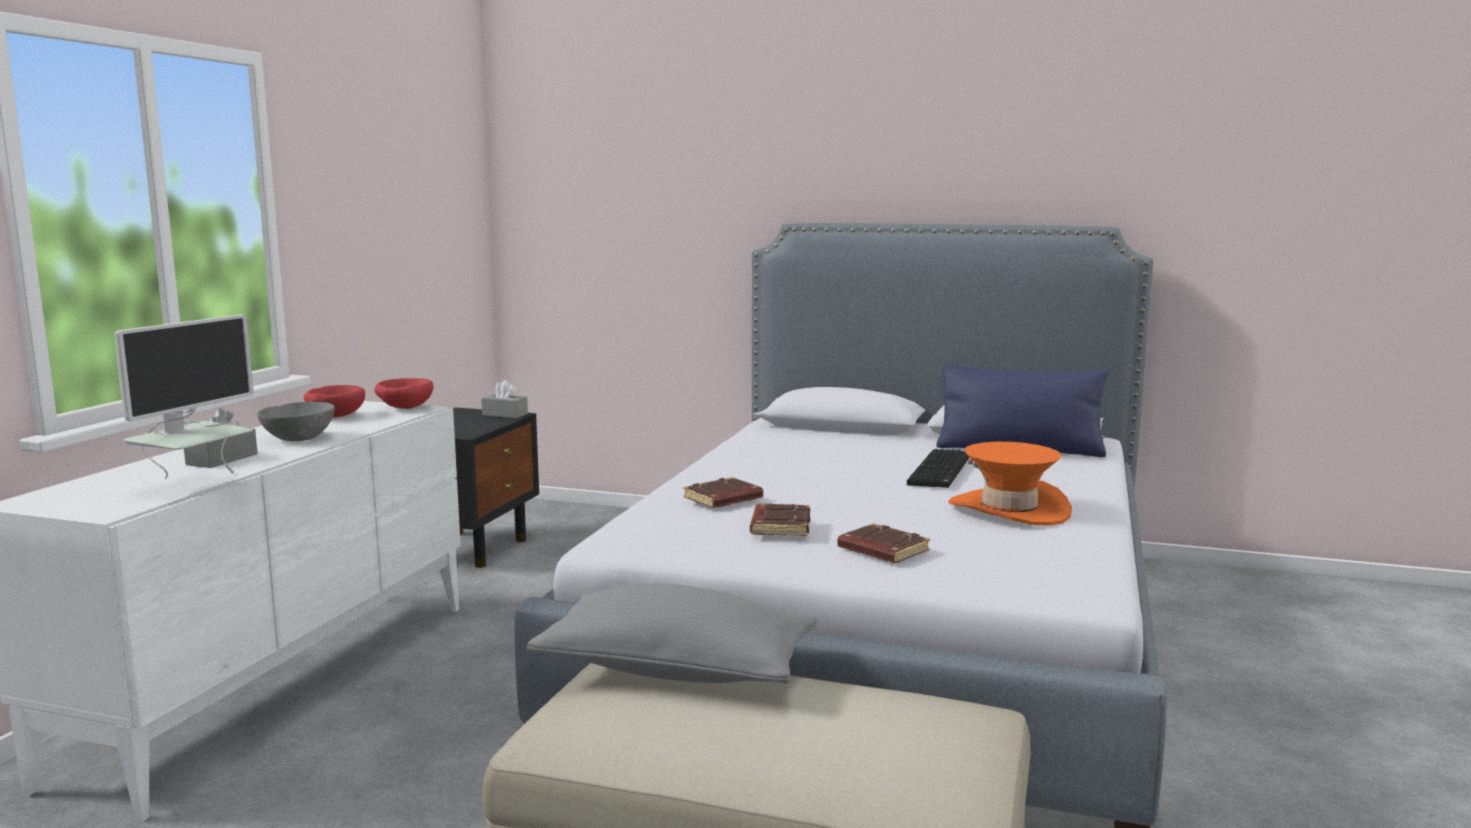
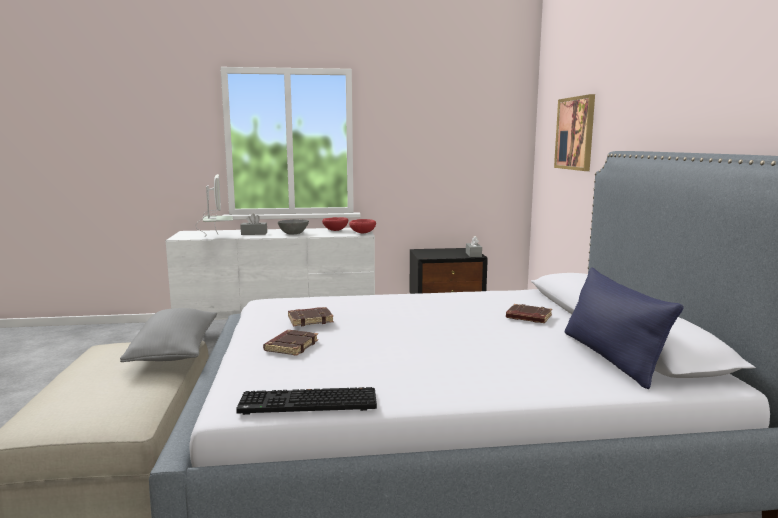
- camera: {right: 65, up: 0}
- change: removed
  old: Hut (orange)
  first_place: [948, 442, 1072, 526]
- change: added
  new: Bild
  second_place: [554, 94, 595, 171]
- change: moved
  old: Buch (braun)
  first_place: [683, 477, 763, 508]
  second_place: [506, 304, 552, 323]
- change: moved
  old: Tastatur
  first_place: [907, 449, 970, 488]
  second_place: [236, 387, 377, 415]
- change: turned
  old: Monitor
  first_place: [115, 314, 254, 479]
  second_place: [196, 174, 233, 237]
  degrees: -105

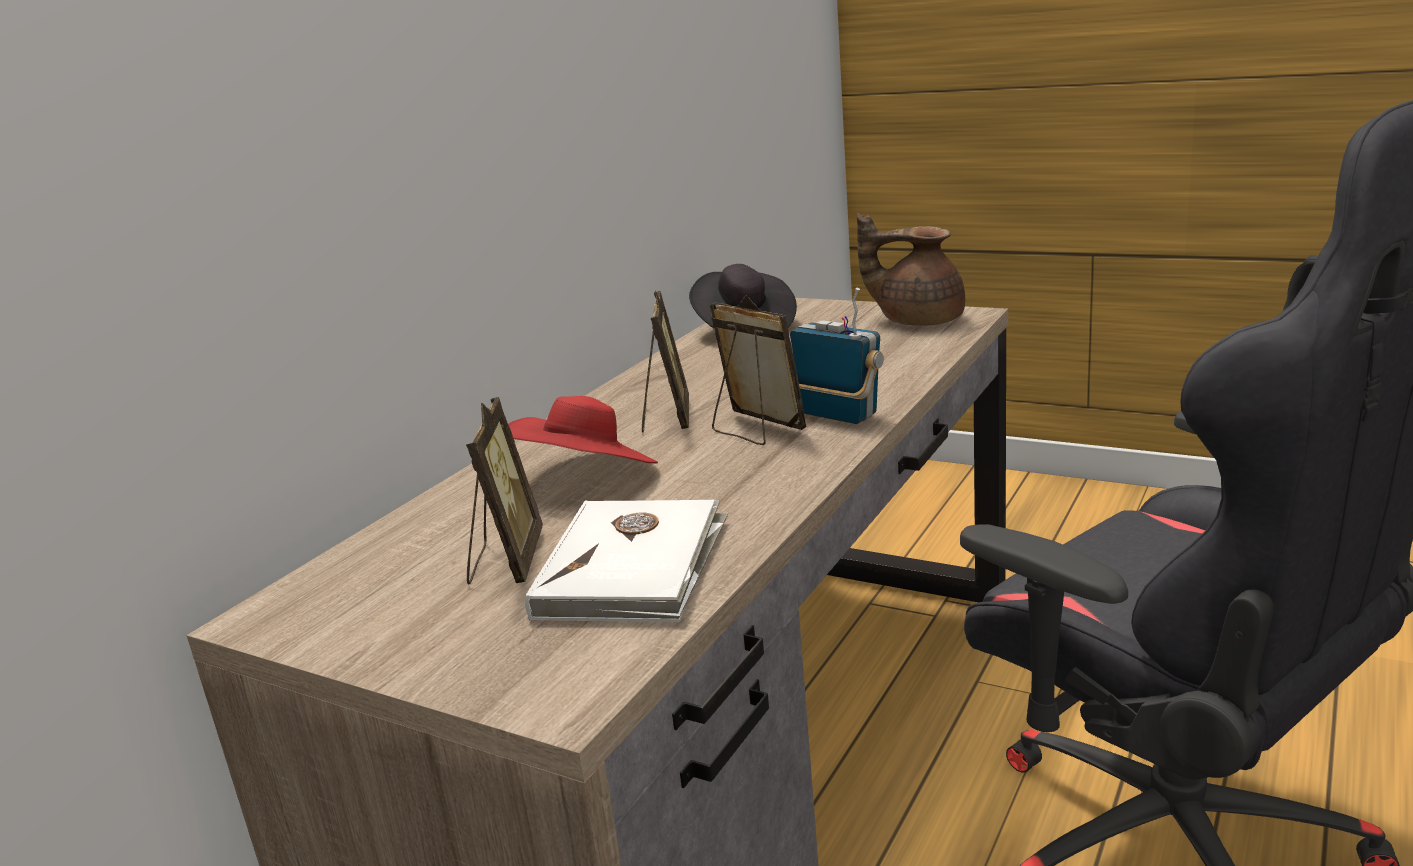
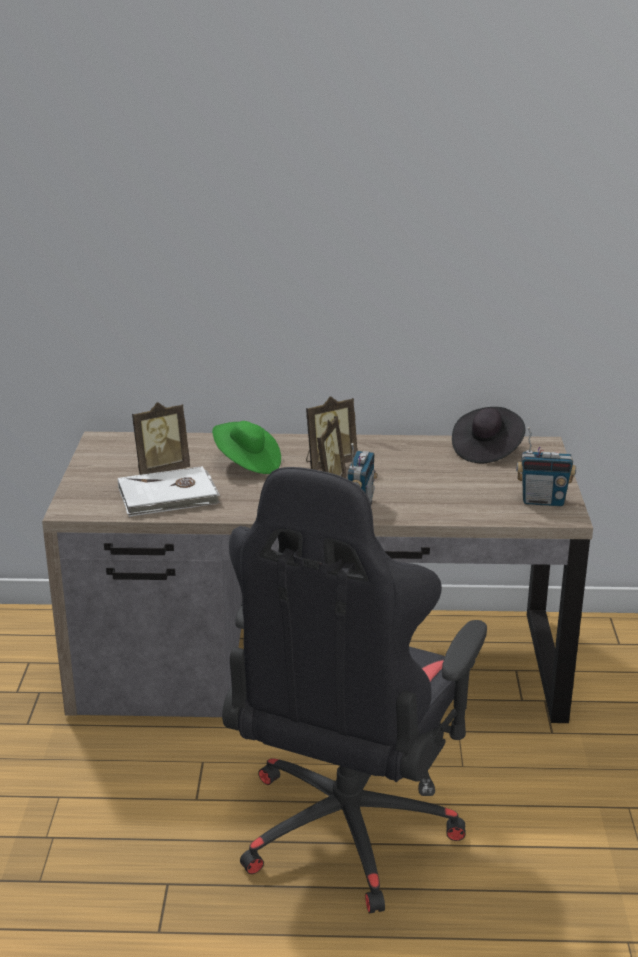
- camera: {right: 60, up: 5}
- change: replaced
  old: Teekanne (braun)
  new: Radio
  first_place: [857, 214, 965, 326]
  second_place: [516, 427, 576, 506]
- change: recoloured
  old: Hut (rot)
  new: Hut (grün)
  first_place: [508, 396, 658, 464]
  second_place: [212, 421, 281, 474]

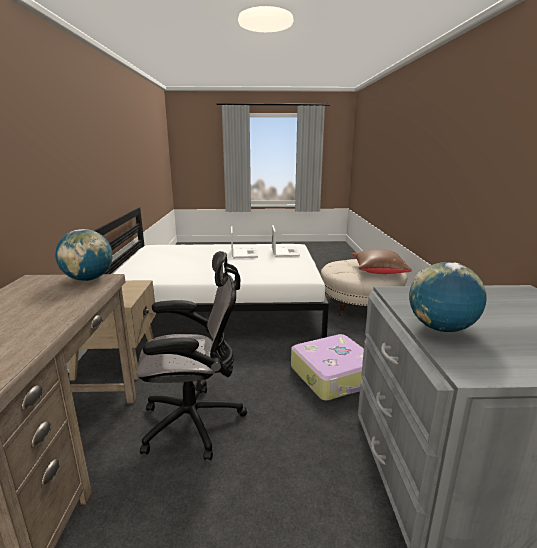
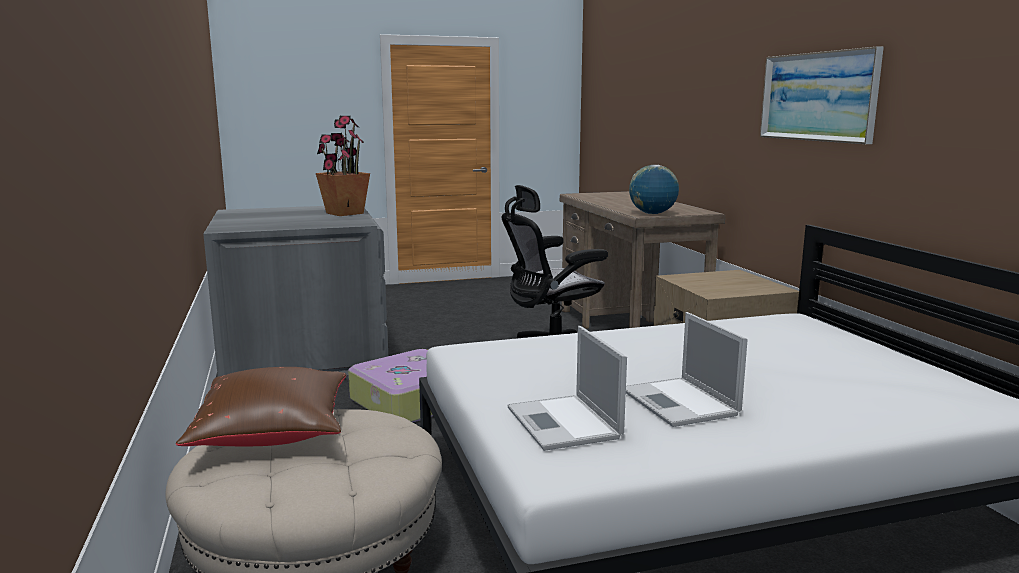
- camera: {right: 165, up: -5}
- change: added
  new: Bild
  second_place: [760, 46, 884, 144]
- change: replaced
  old: Globus
  new: Topfpflanze
  first_place: [409, 262, 487, 332]
  second_place: [316, 116, 370, 216]

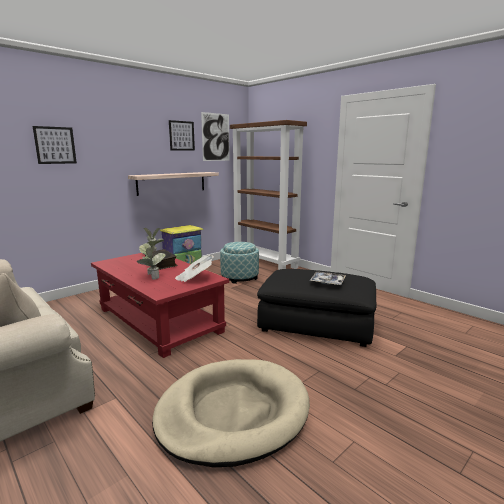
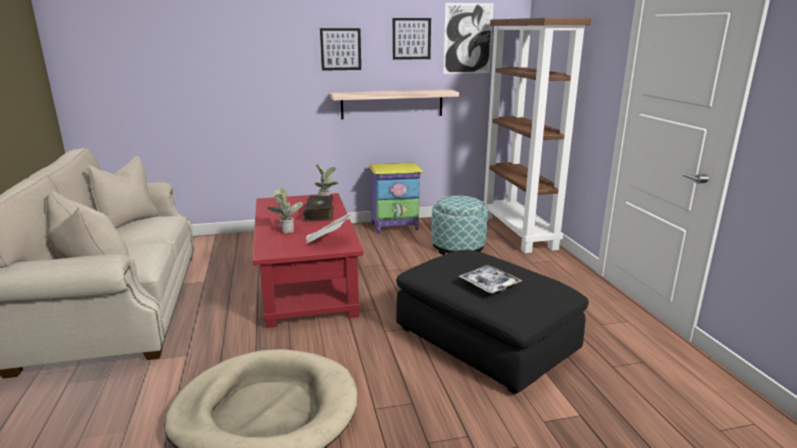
- camera: {right: 30, up: 5}
- change: moved
  old: Bild
  first_place: [33, 126, 77, 164]
  second_place: [320, 28, 361, 71]

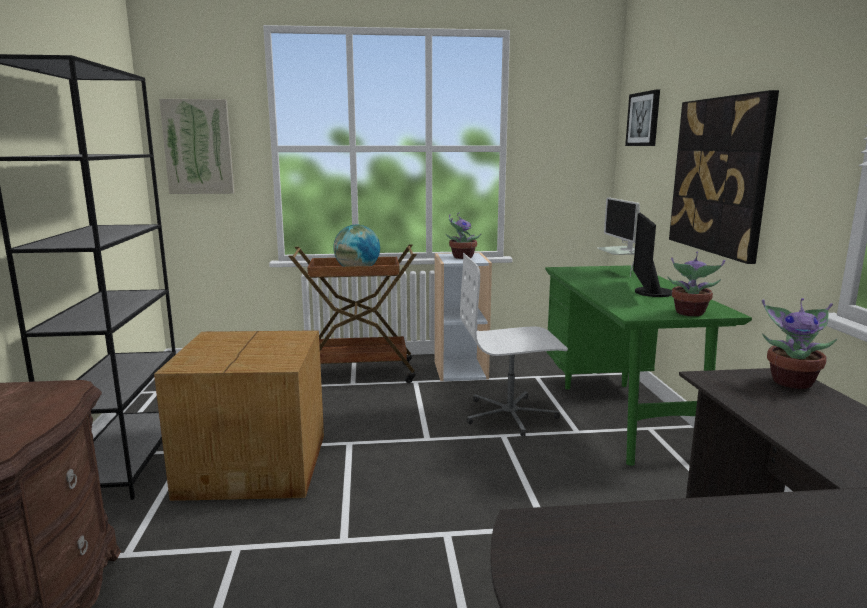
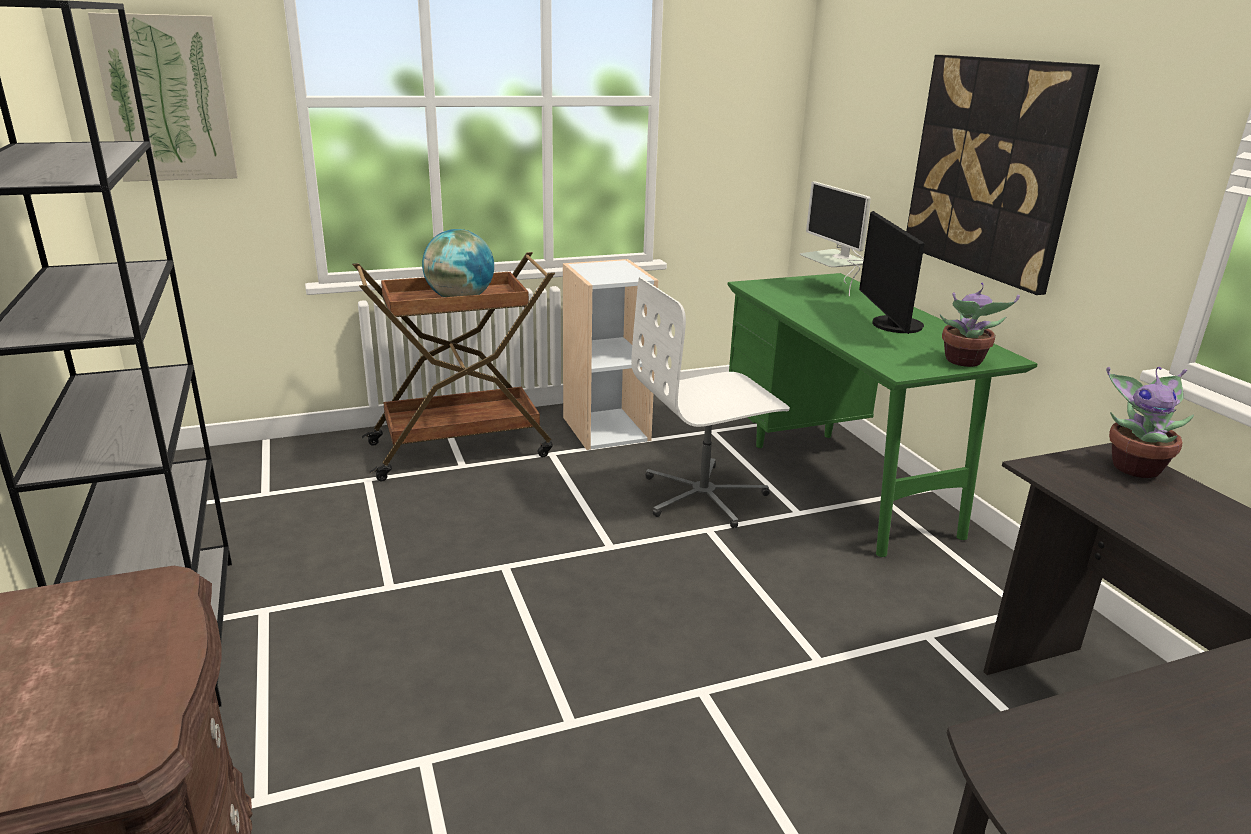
- camera: {right: -15, up: 10}
- change: removed
  old: Karton
  first_place: [154, 330, 324, 501]
- change: removed
  old: Topfpflanze
  first_place: [445, 213, 482, 259]
- change: removed
  old: Bild
  first_place: [625, 90, 660, 146]

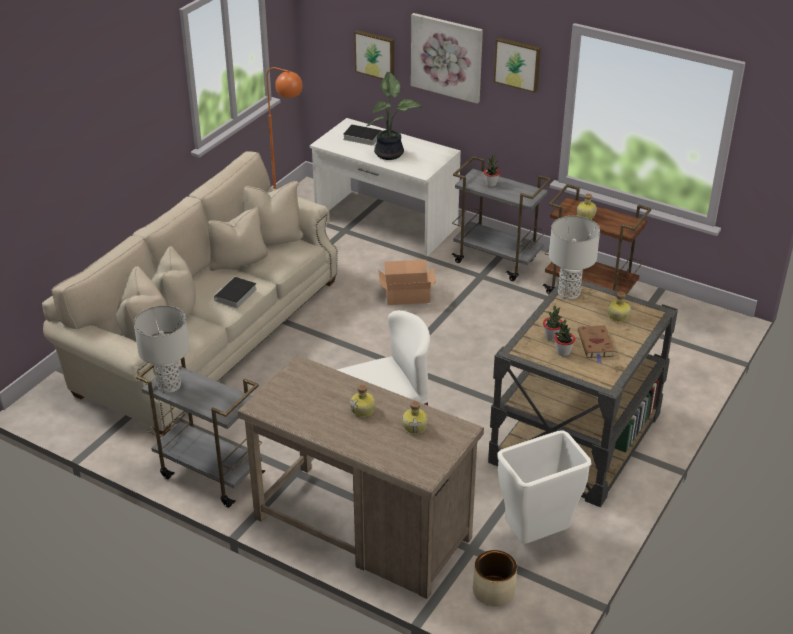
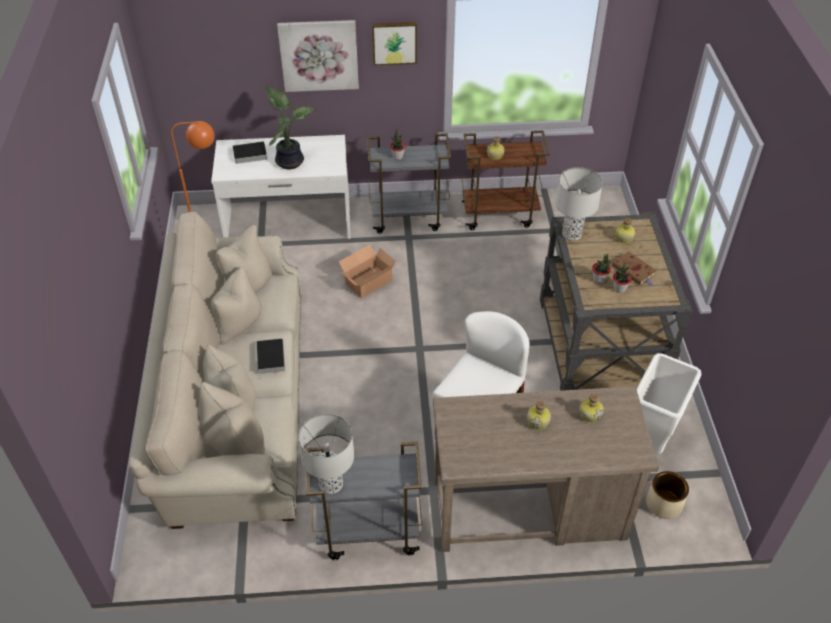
- camera: {right: -35, up: 10}
- change: removed
  old: Bild
  first_place: [354, 30, 394, 79]

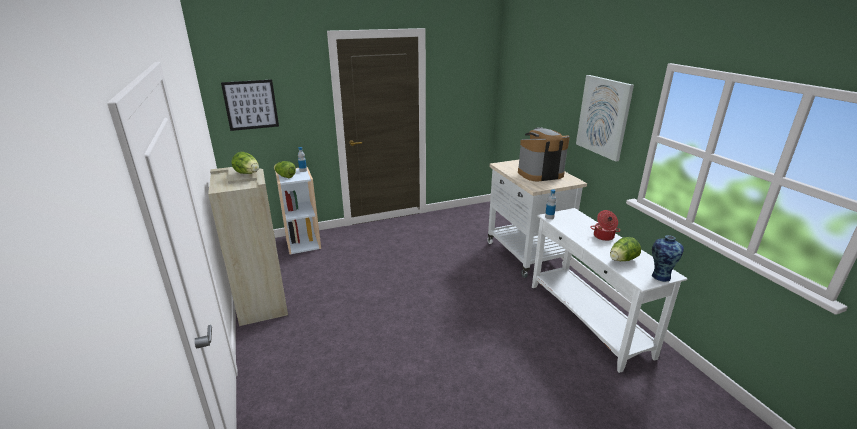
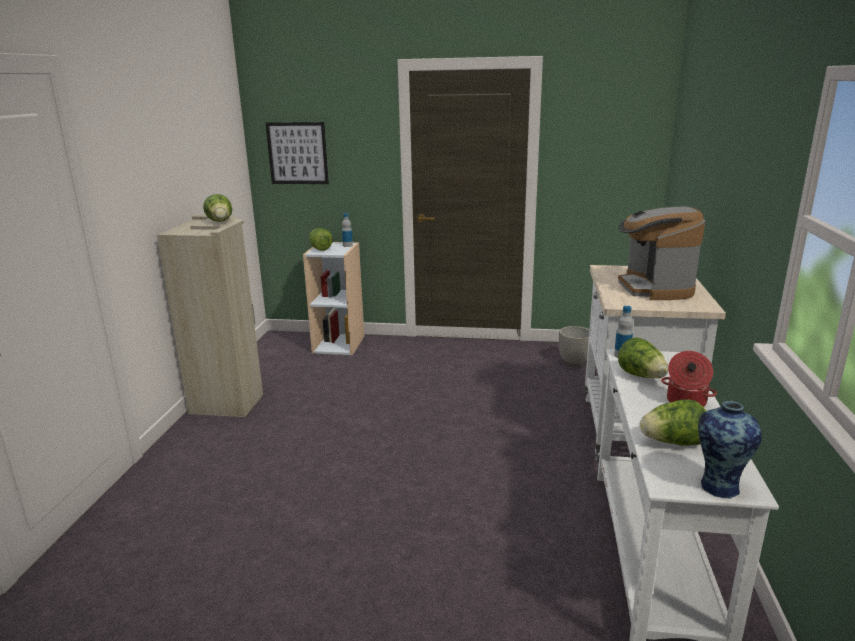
- camera: {right: 30, up: -5}
- change: removed
  old: Bild
  first_place: [576, 75, 634, 162]
- change: added
  new: Pflanzkübel
  second_place: [559, 326, 589, 366]
- change: added
  new: Salatkopf
  second_place: [618, 337, 668, 378]
- change: turned
  old: Kaffeemaschine
  first_place: [518, 127, 570, 182]
  second_place: [618, 206, 705, 300]
  degrees: -105

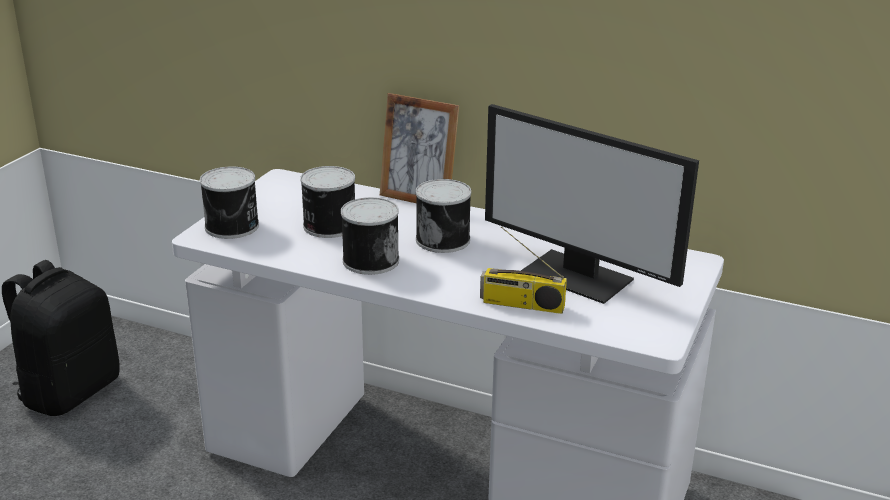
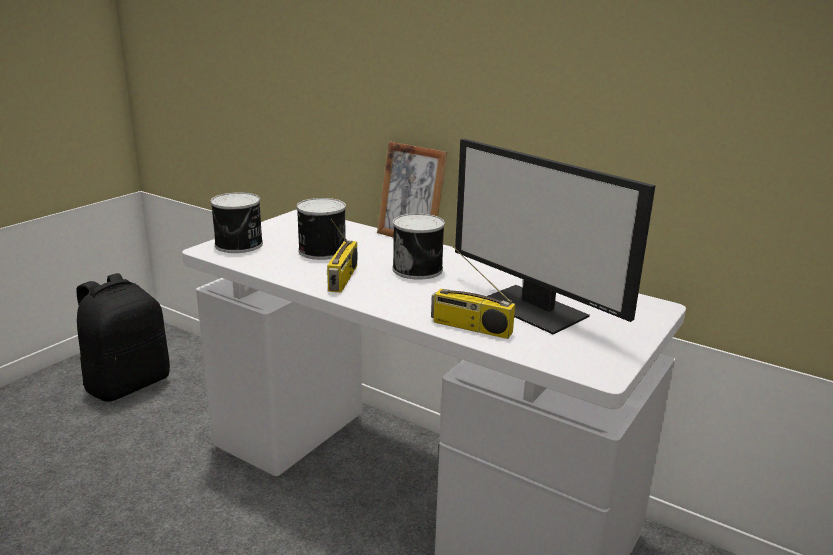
- camera: {right: 10, up: -5}
- change: replaced
  old: Dose
  new: Radio
  first_place: [341, 197, 399, 275]
  second_place: [327, 219, 358, 293]

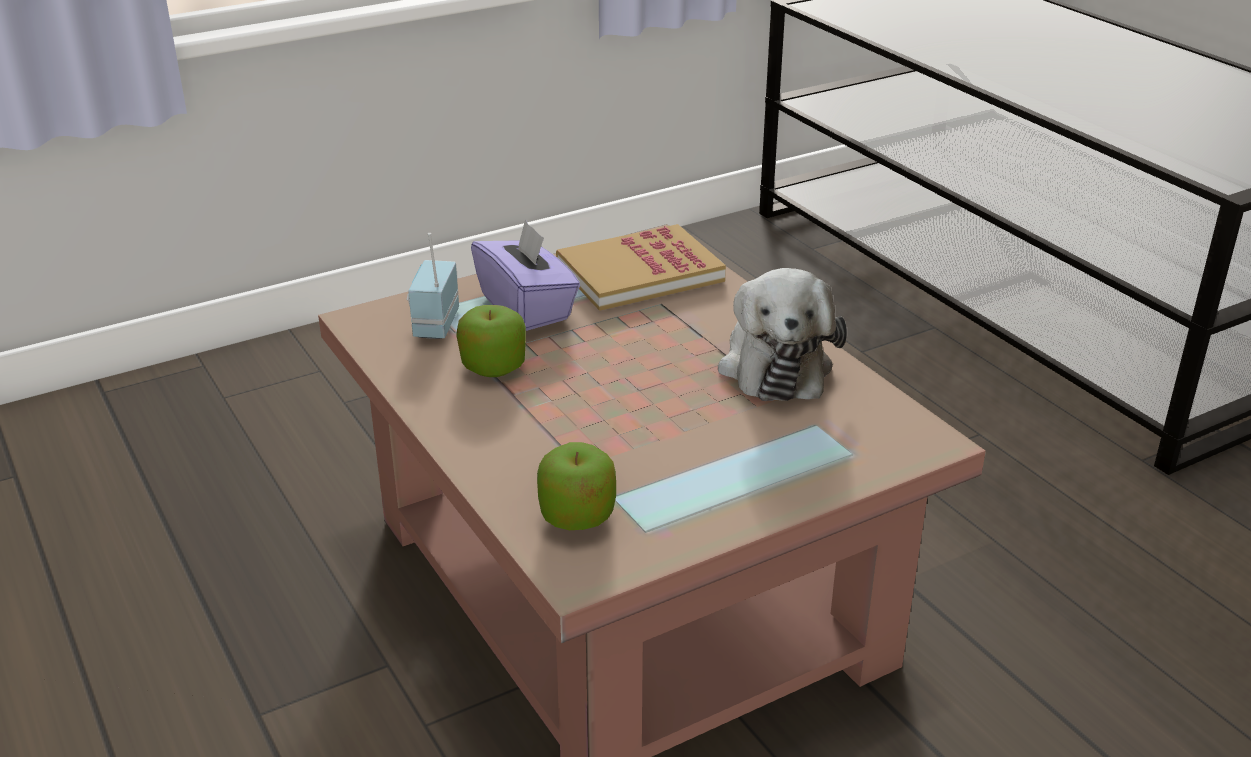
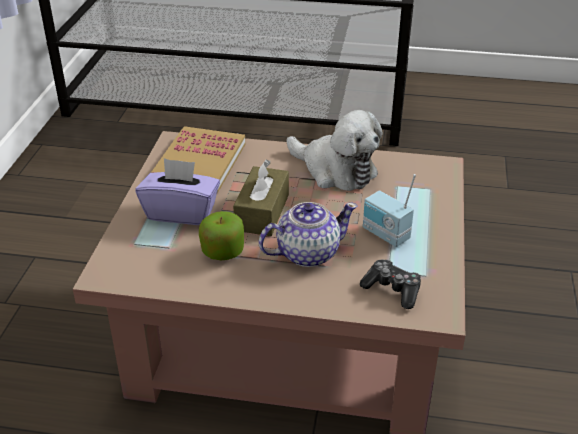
- camera: {right: -50, up: 5}
- change: added
  new: Taschentuchbox (braun)
  second_place: [233, 160, 289, 236]
- change: added
  new: Teekanne
  second_place: [259, 202, 358, 267]
- change: moved
  old: Radio
  first_place: [407, 233, 459, 339]
  second_place: [363, 174, 416, 247]
- change: replaced
  old: Apfel
  new: Gamepad
  first_place: [537, 442, 616, 530]
  second_place: [360, 260, 421, 309]

